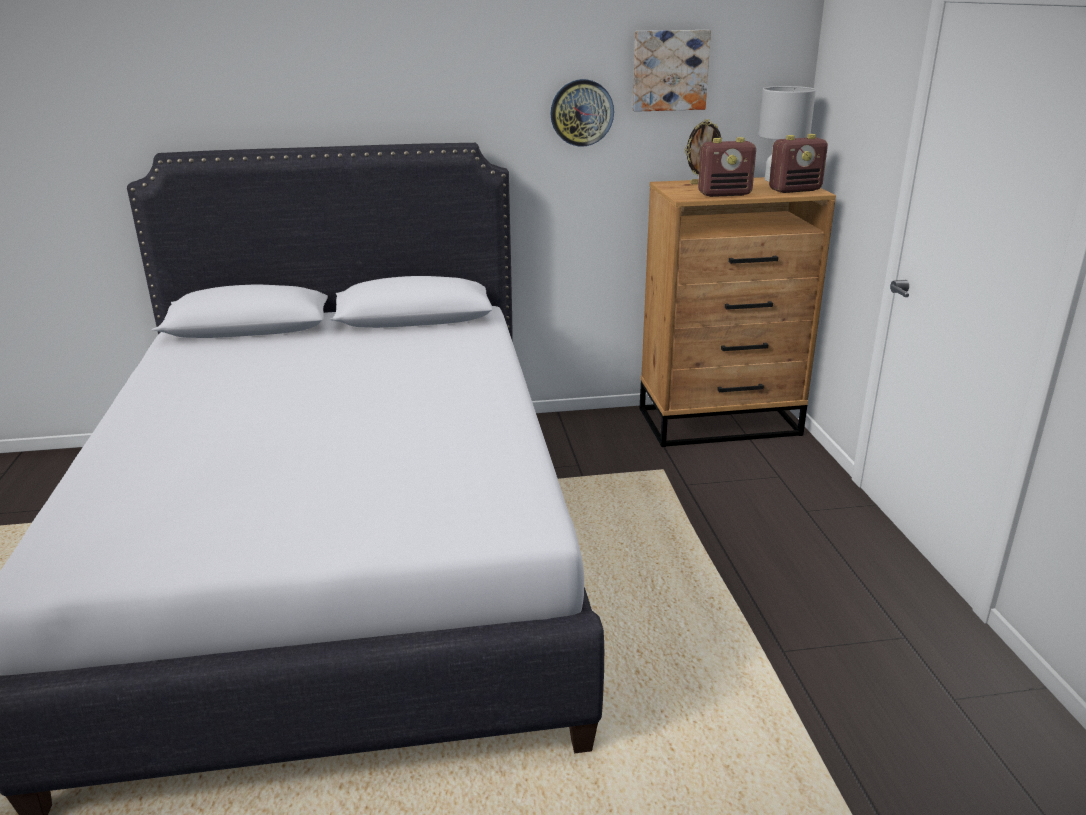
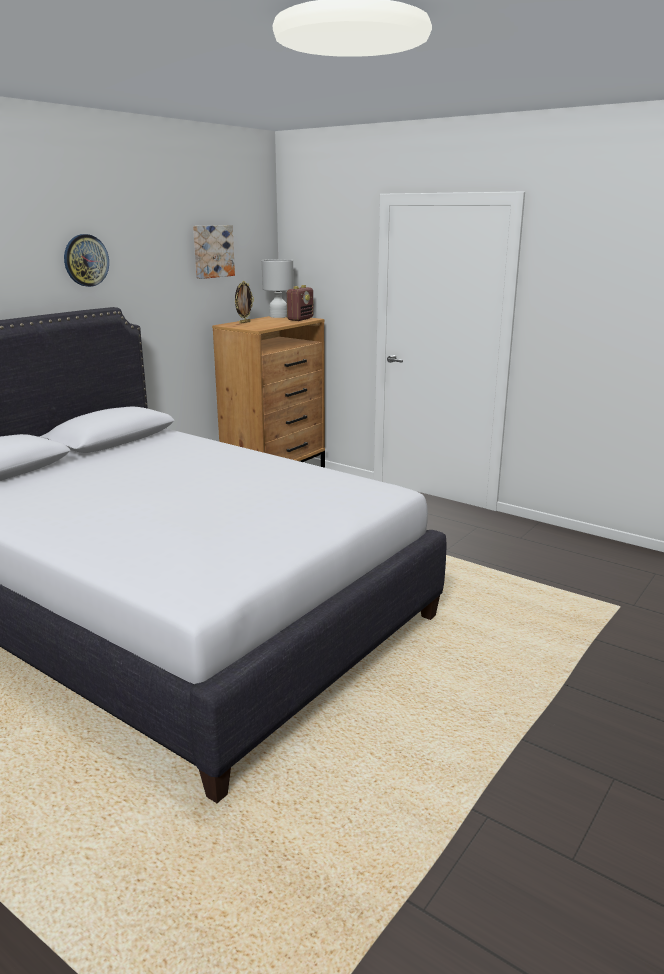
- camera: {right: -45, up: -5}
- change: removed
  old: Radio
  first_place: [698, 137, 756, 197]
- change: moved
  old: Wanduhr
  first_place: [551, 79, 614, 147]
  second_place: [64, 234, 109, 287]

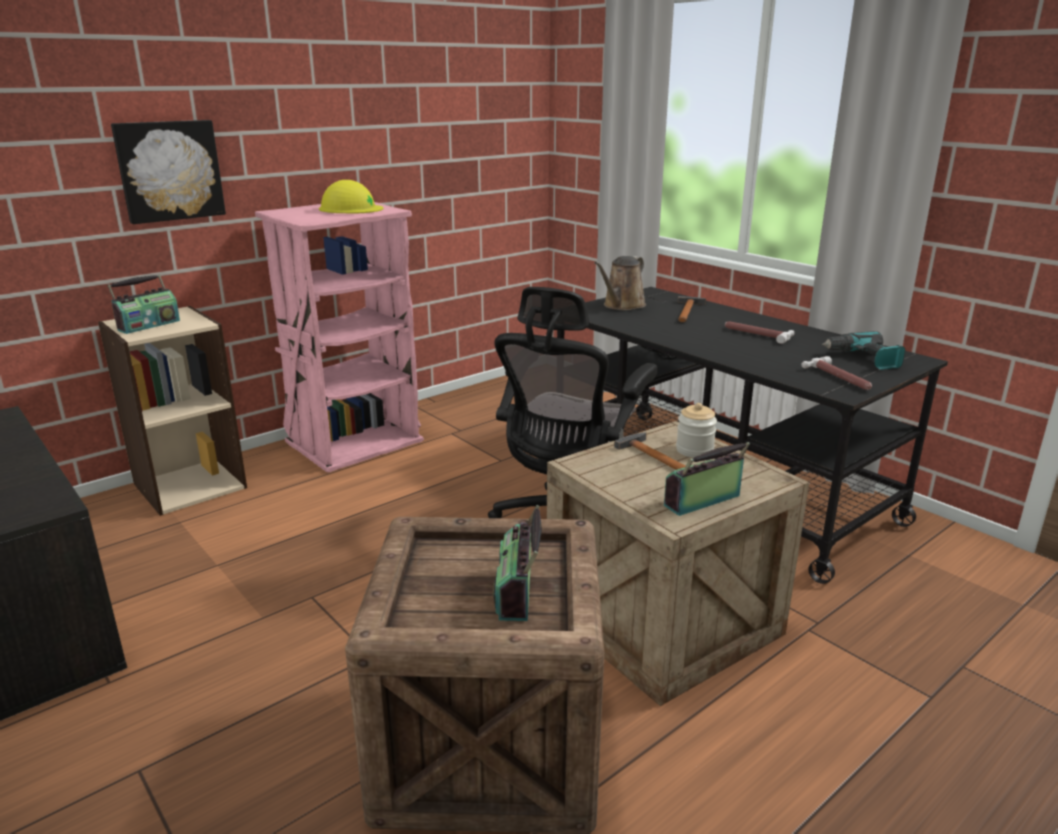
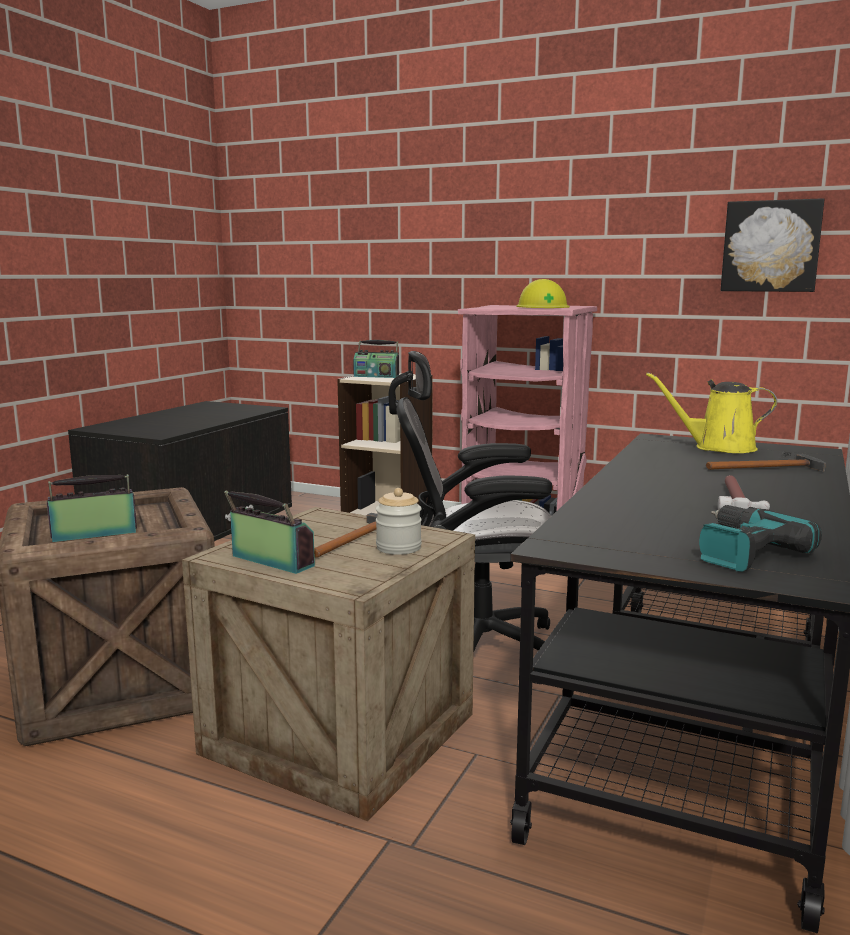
- camera: {right: 65, up: -10}
- change: removed
  old: Hammer
  first_place: [801, 356, 872, 390]
- change: moved
  old: Bild
  first_place: [111, 120, 226, 224]
  second_place: [721, 198, 824, 292]
- change: recoloured
  old: Gießkanne (braun)
  new: Gießkanne (gelb)
  first_place: [594, 256, 646, 310]
  second_place: [646, 372, 777, 453]

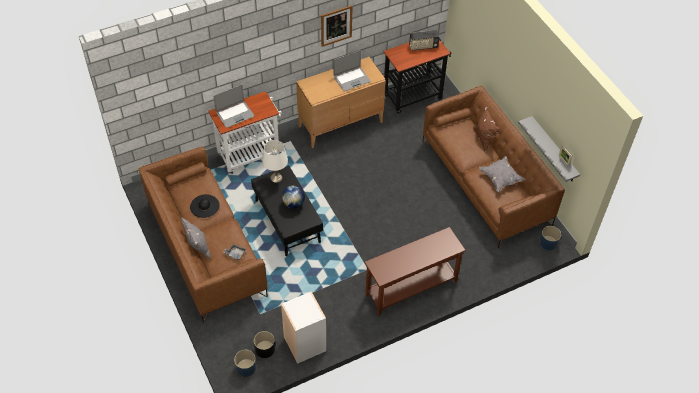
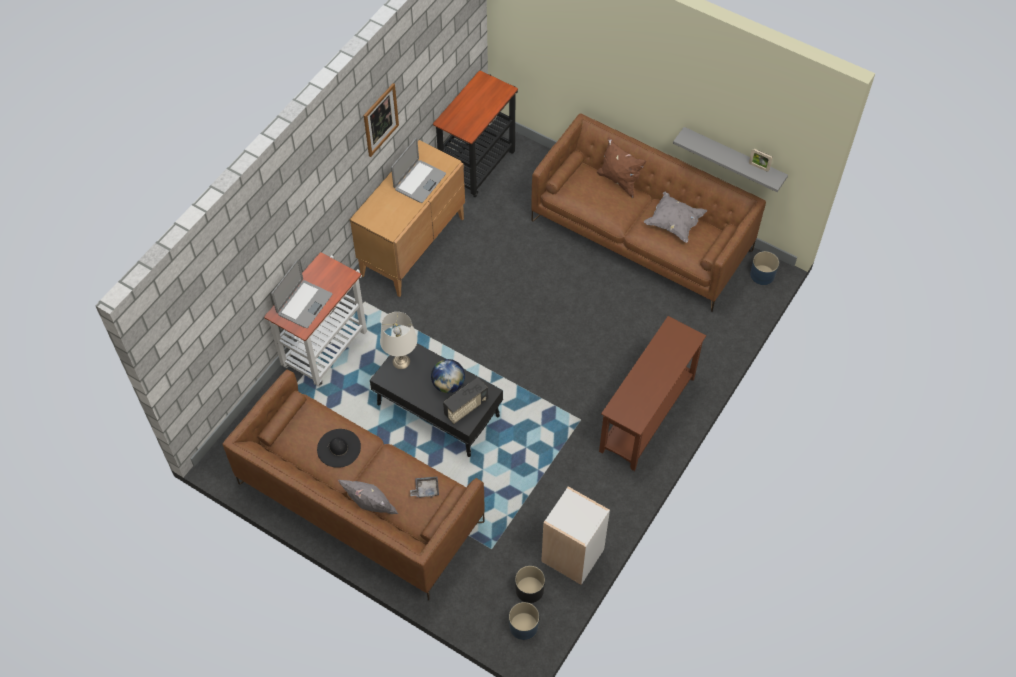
- camera: {right: -30, up: 5}
- change: moved
  old: Radio
  first_place: [409, 30, 440, 51]
  second_place: [443, 377, 488, 424]

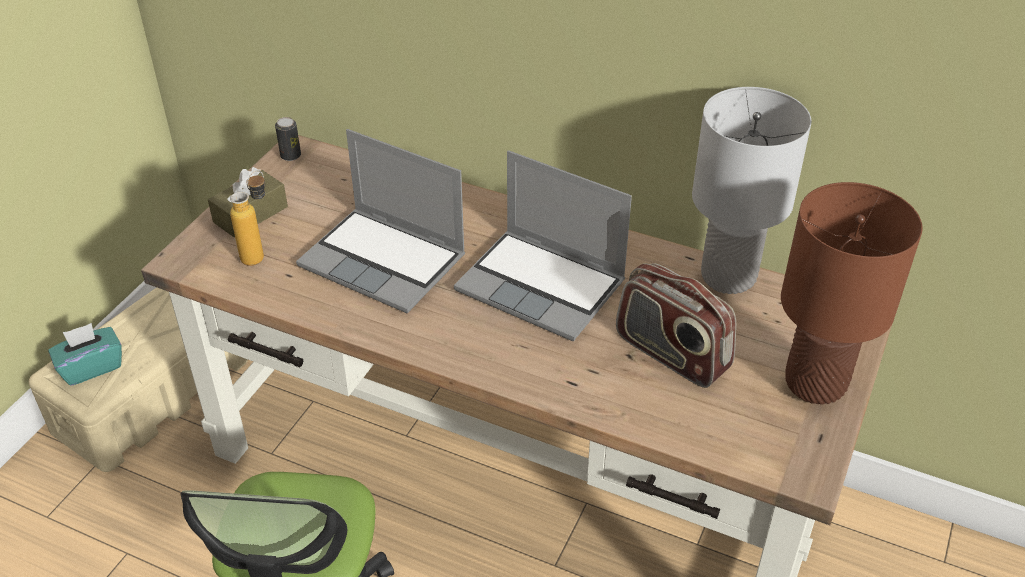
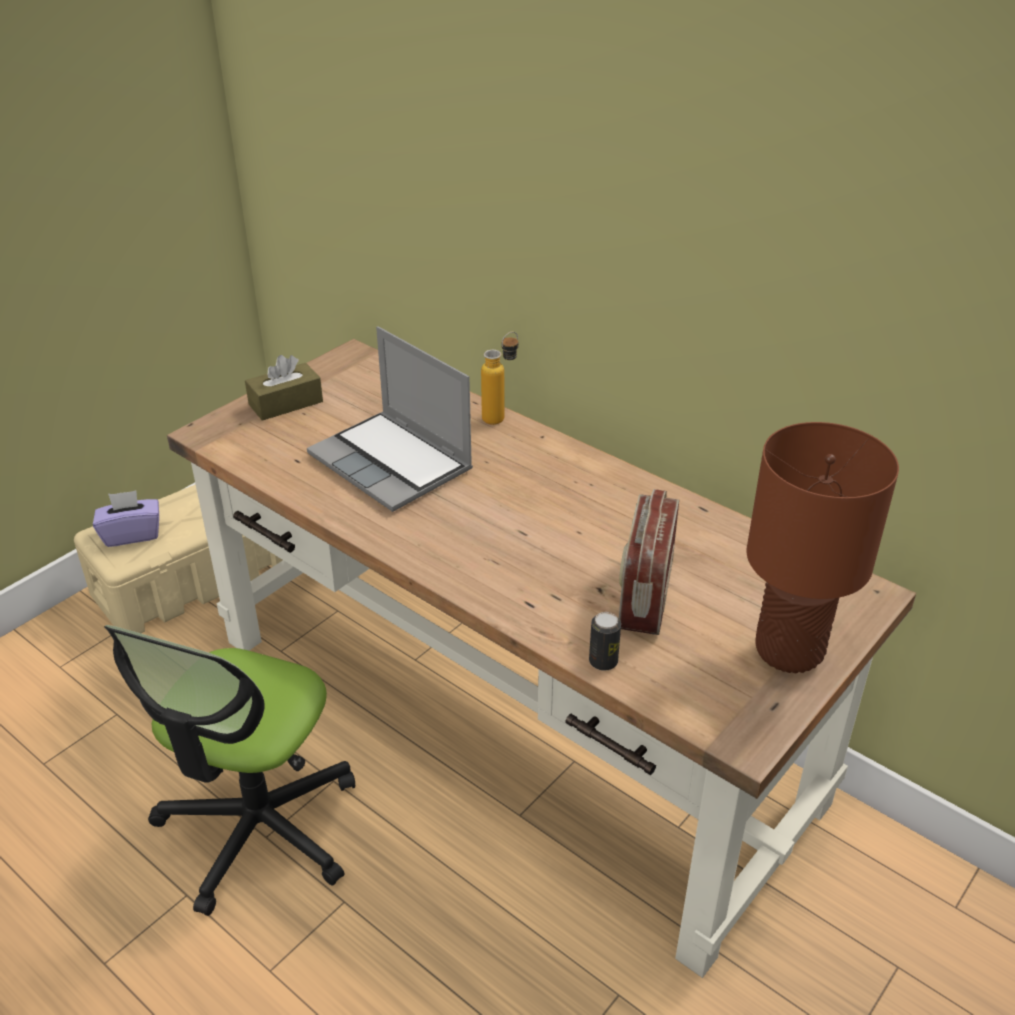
- camera: {right: 15, up: -5}
- change: removed
  old: Laptop
  first_place: [454, 151, 632, 341]
- change: removed
  old: Tischlampe (grau)
  first_place: [692, 87, 811, 294]
- change: moved
  old: Flasche
  first_place: [230, 170, 265, 266]
  second_place: [481, 332, 518, 425]
- change: moved
  old: Dose
  first_place: [275, 117, 301, 161]
  second_place: [589, 612, 621, 671]
- change: recoloured
  old: Taschentuchbox (türkis)
  new: Taschentuchbox (lila)
  first_place: [48, 323, 122, 386]
  second_place: [93, 490, 159, 547]
- change: turned
  old: Radio
  first_place: [616, 263, 736, 388]
  second_place: [619, 489, 679, 635]
  degrees: 45

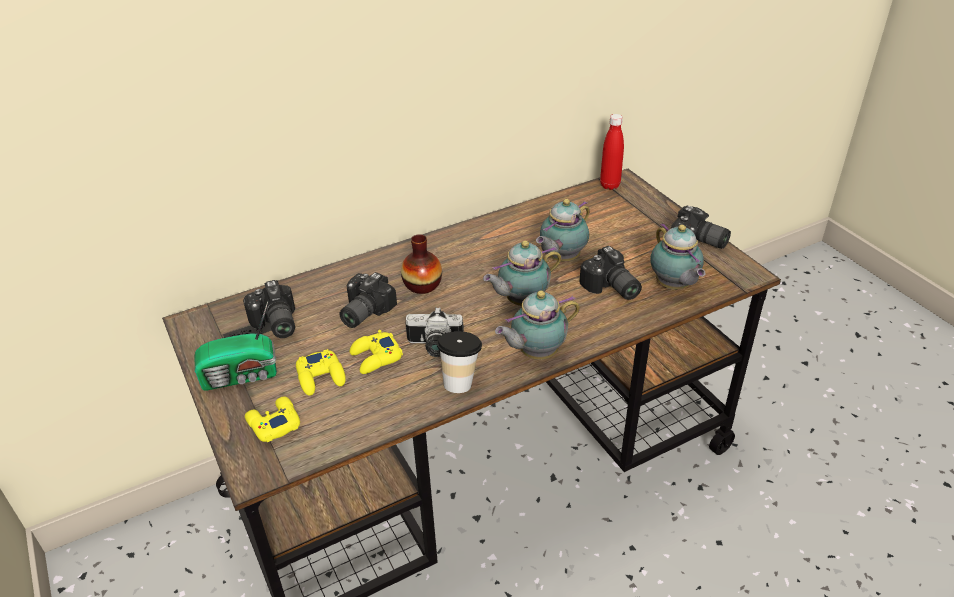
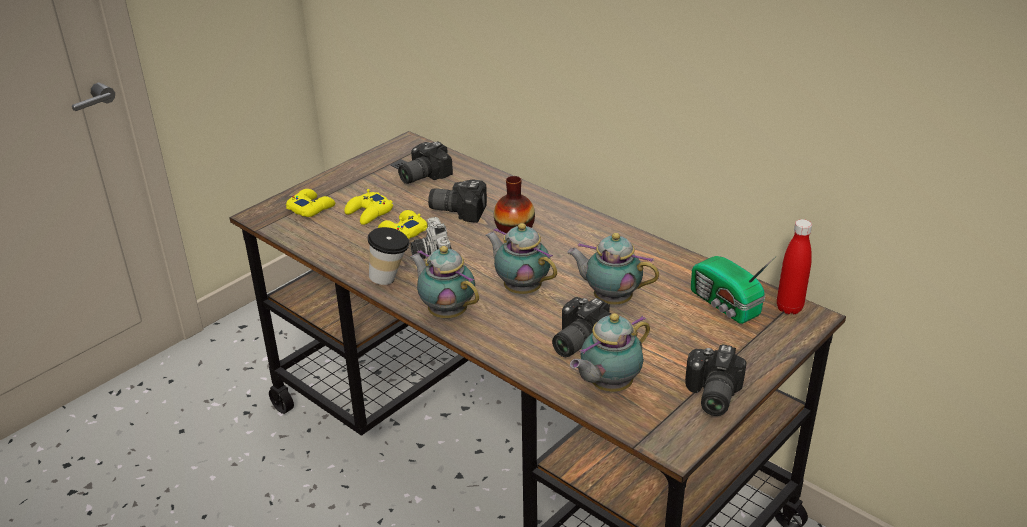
- camera: {right: 70, up: -5}
- change: moved
  old: Radio
  first_place: [195, 301, 277, 391]
  second_place: [691, 256, 776, 324]

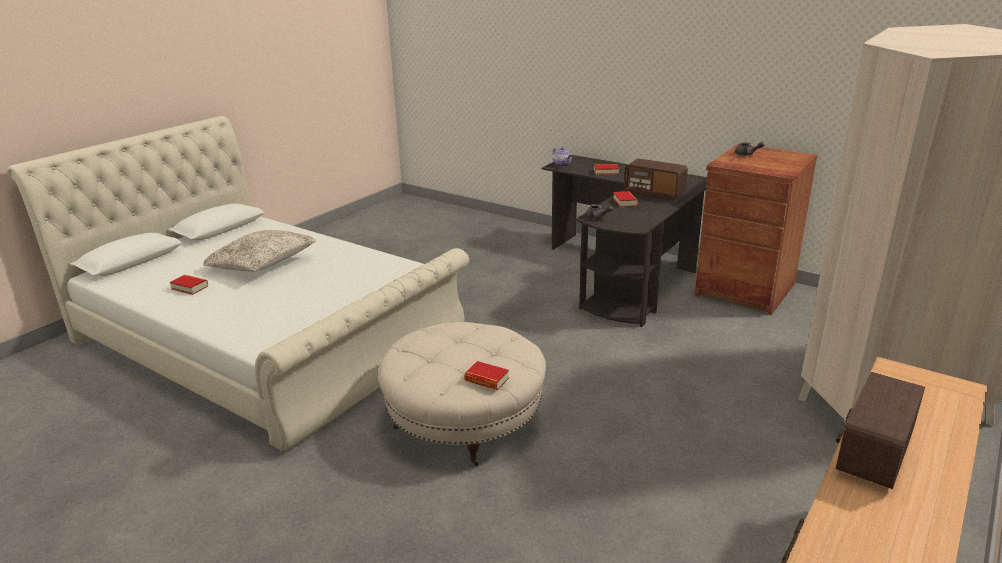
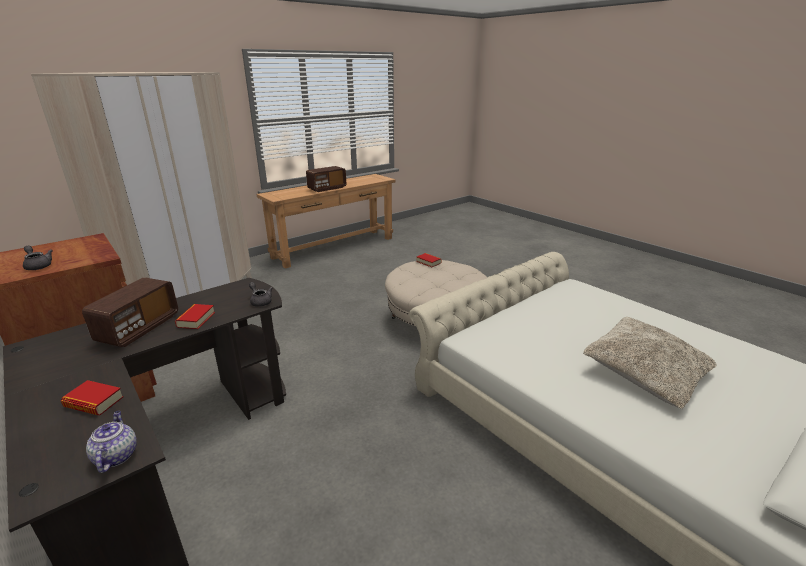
- camera: {right: -165, up: 0}
- change: removed
  old: Buch
  first_place: [169, 275, 208, 295]
- change: turned
  old: Radio
  first_place: [624, 159, 688, 201]
  second_place: [82, 277, 178, 347]
  degrees: 60

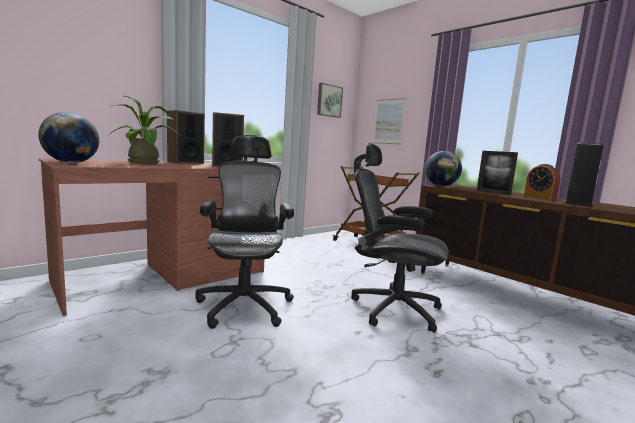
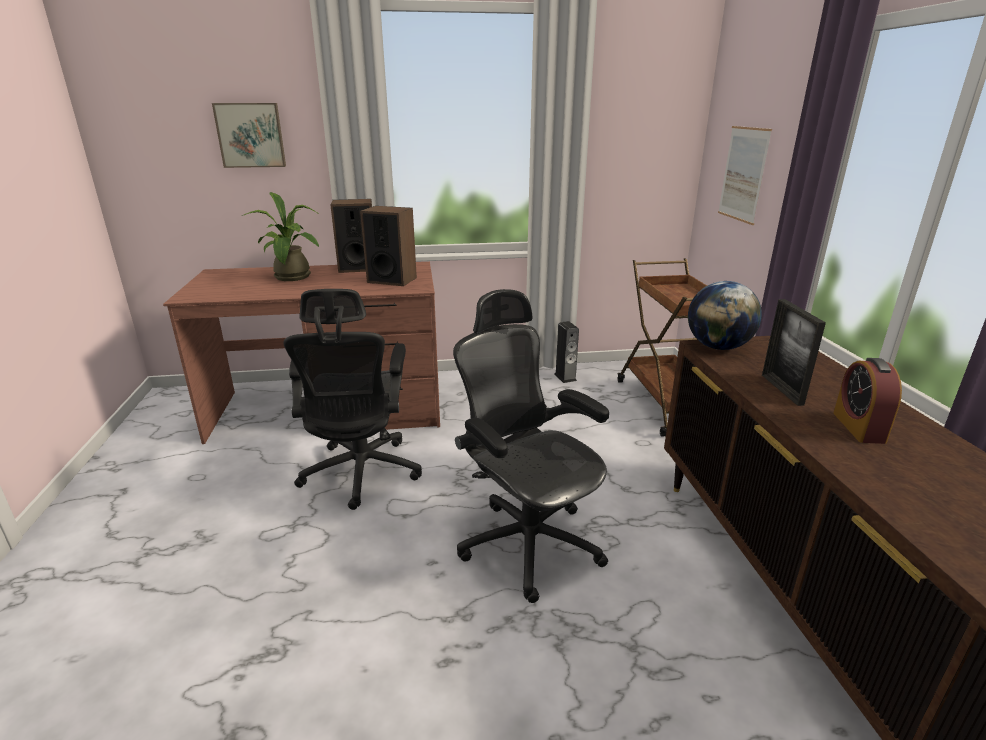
- camera: {right: 35, up: 15}
- change: removed
  old: Globus
  first_place: [38, 112, 100, 163]
- change: moved
  old: Bild
  first_place: [317, 83, 343, 118]
  second_place: [212, 103, 286, 168]
- change: moved
  old: Lautsprecher
  first_place: [564, 143, 604, 207]
  second_place: [555, 321, 579, 383]
- change: turned
  old: Bürostuhl
  first_place: [195, 135, 294, 329]
  second_place: [283, 289, 422, 510]
  degrees: 150

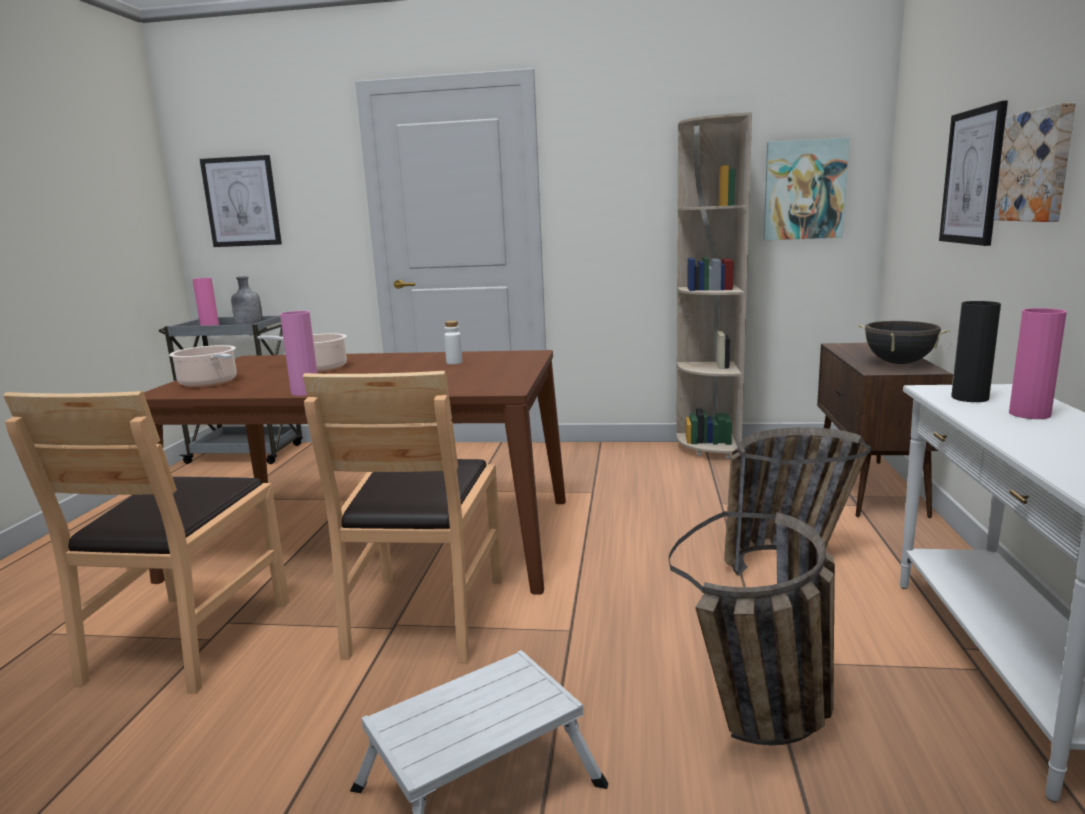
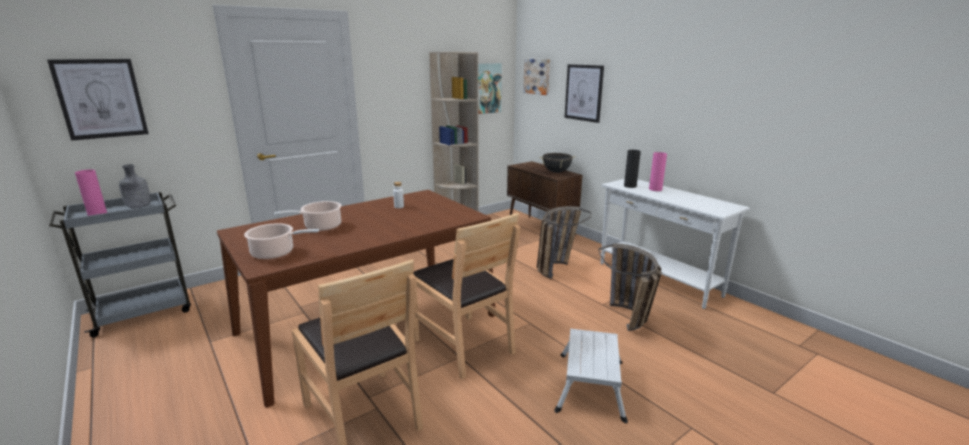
- camera: {right: -45, up: 5}
- change: removed
  old: Vase (rosa)
  first_place: [280, 311, 318, 396]
- change: moved
  old: Bild
  first_place: [994, 102, 1076, 222]
  second_place: [523, 59, 550, 95]

